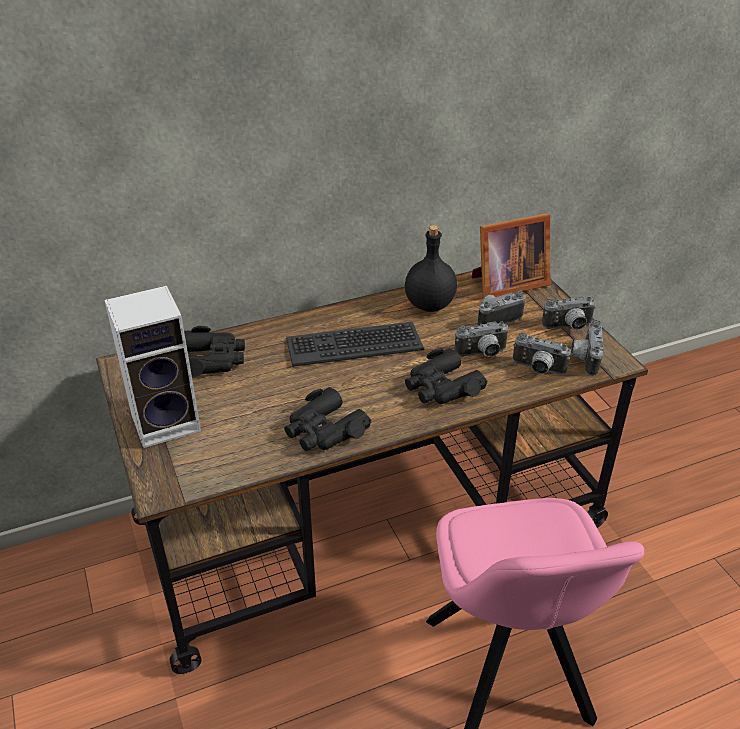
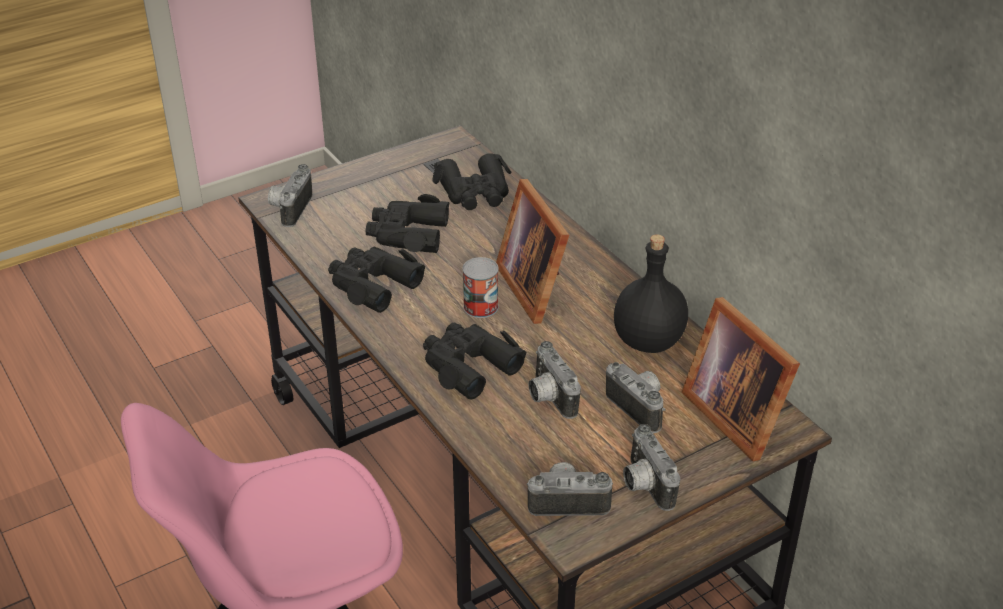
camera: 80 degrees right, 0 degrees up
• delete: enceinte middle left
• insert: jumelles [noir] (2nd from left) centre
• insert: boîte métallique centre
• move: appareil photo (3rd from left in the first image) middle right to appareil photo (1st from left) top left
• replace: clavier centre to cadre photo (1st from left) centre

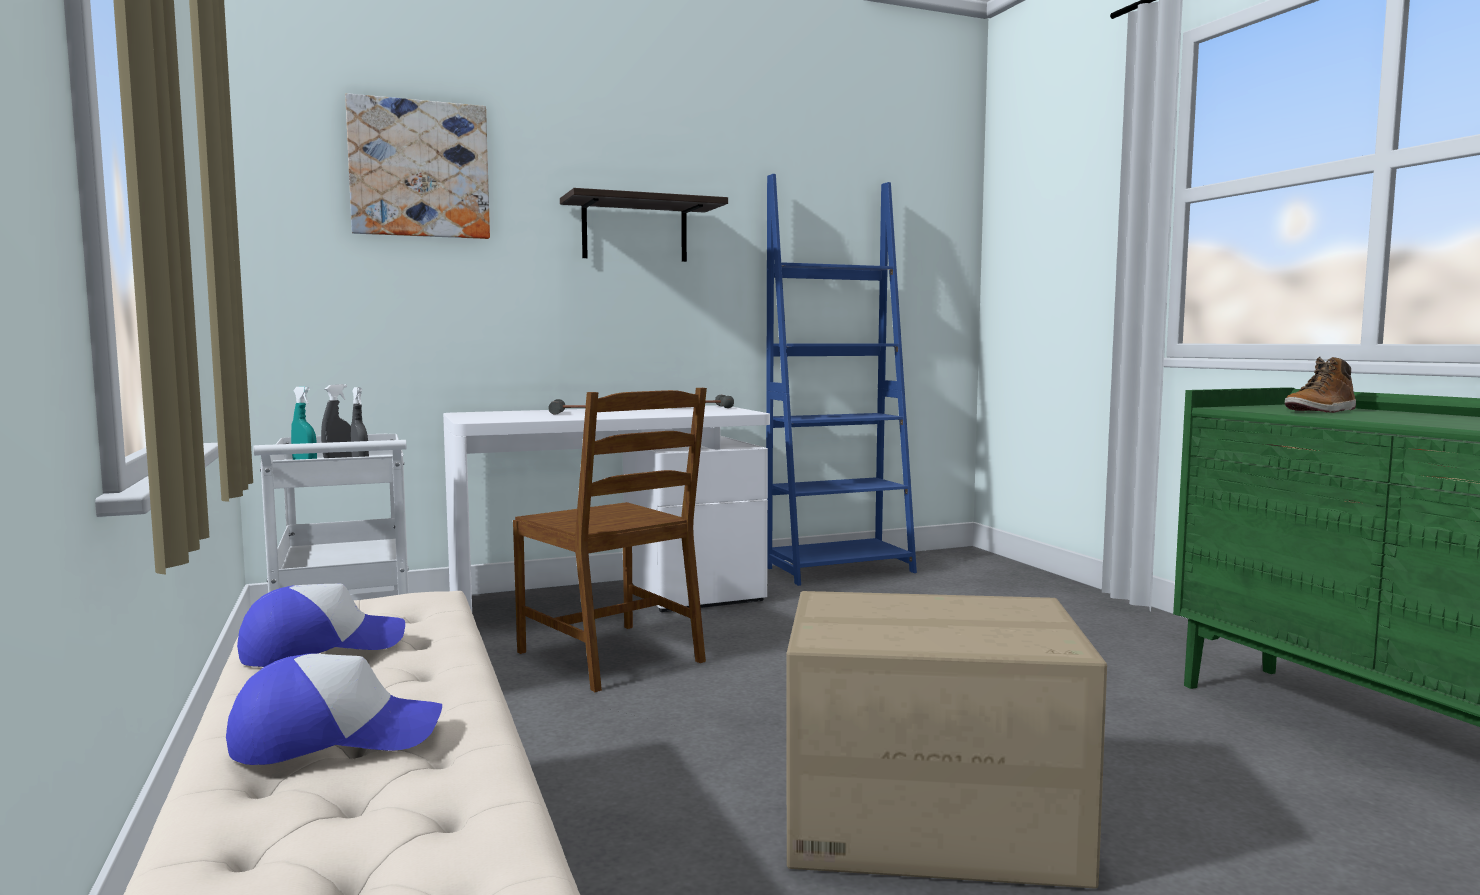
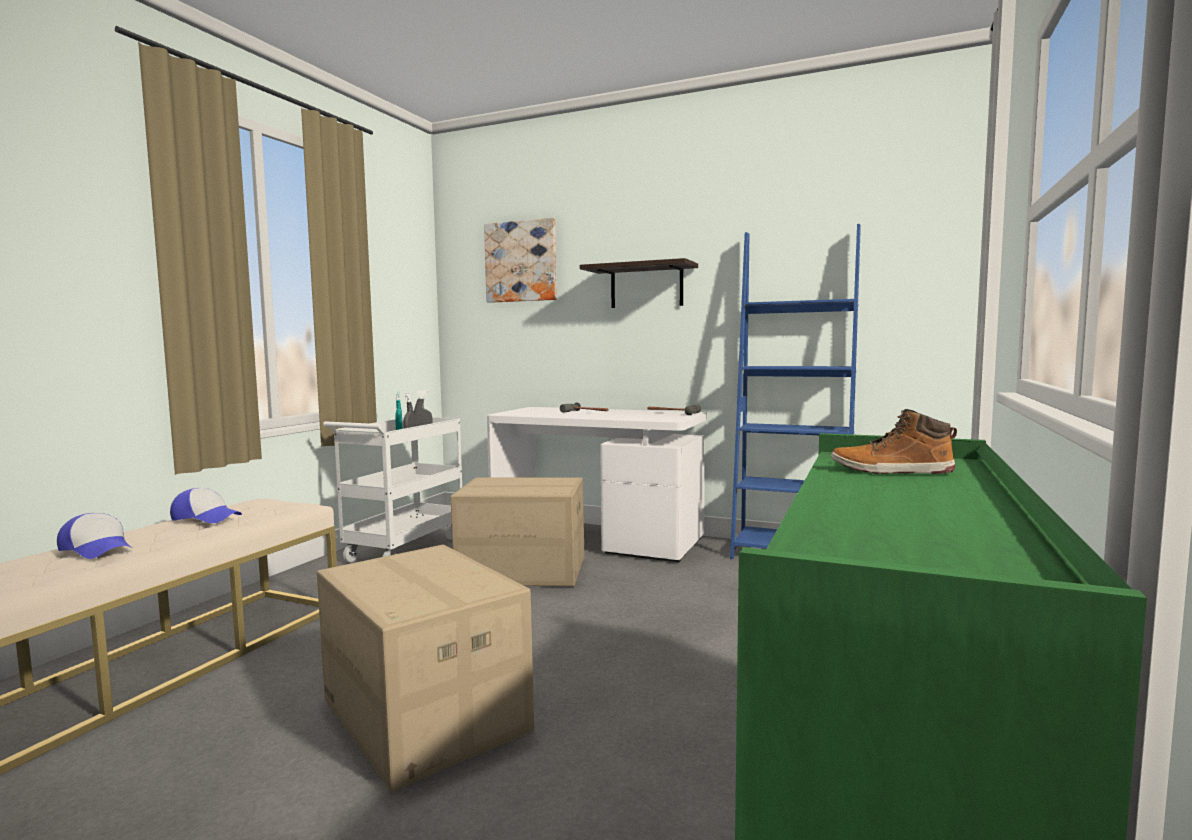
camera: 45 degrees right, 0 degrees up
• replace: chaise [marron] centre to carton (2nd from left) centre

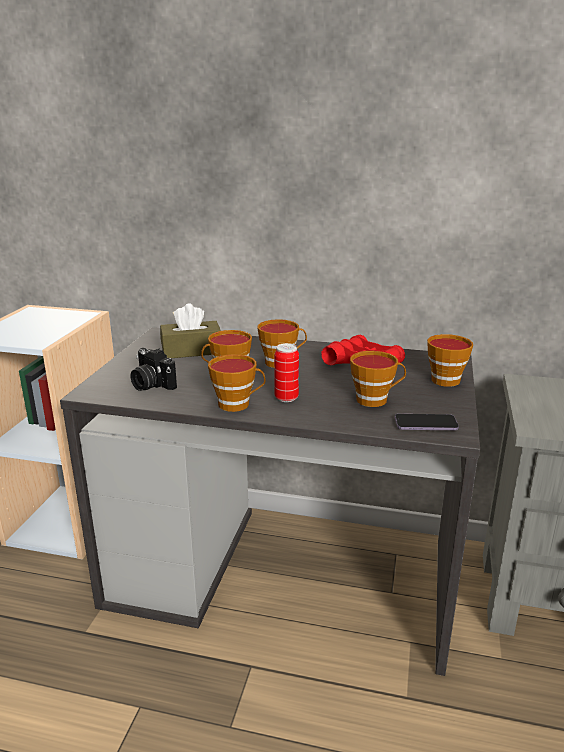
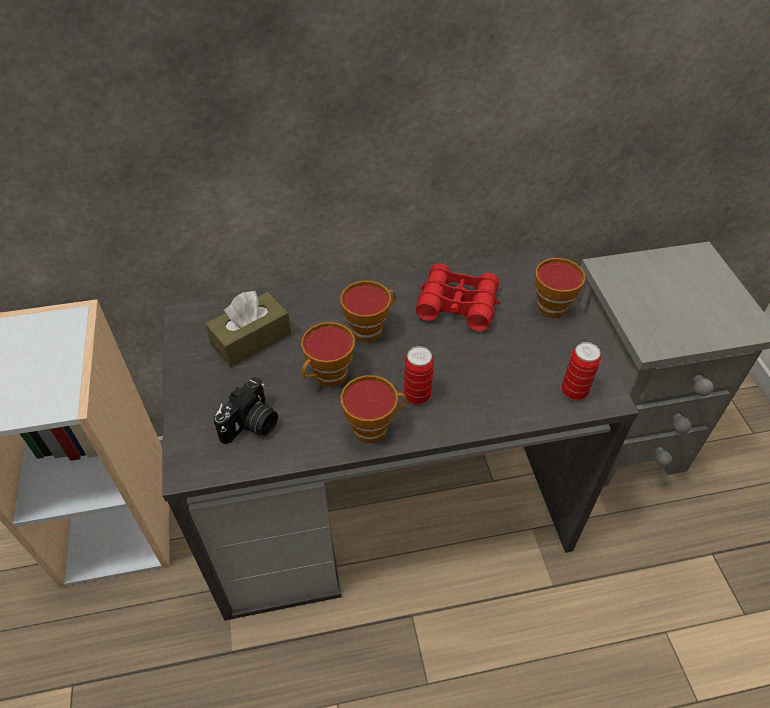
camera: 25 degrees left, 25 degrees up
• delete: tasse (4th from left) middle right
• replace: téléphone middle right to boîte métallique (2nd from left) middle right
• rotate: appareil photo middle left = middle left 75 degrees counterclockwise

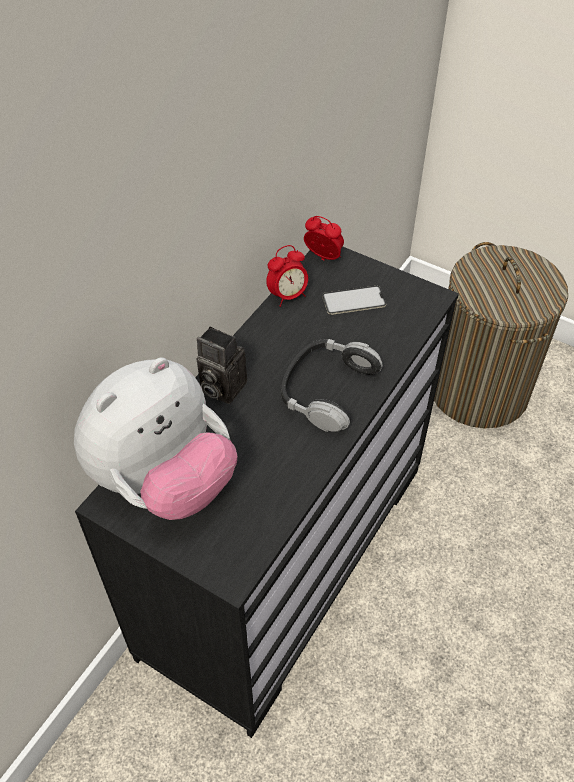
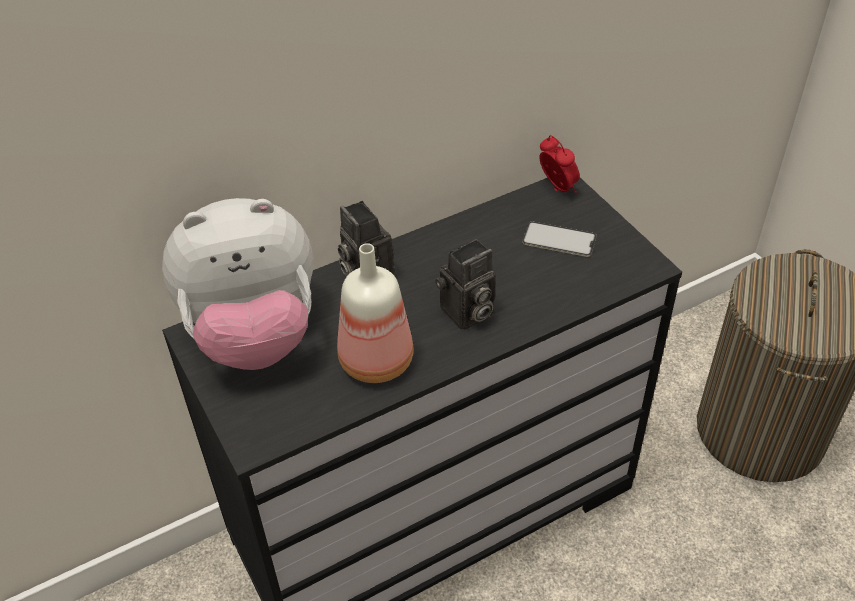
camera: 30 degrees right, 5 degrees down
• delete: réveil (1st from left) centre
• insert: bouteille centre
• replace: casque audio centre to appareil photo (2nd from left) centre

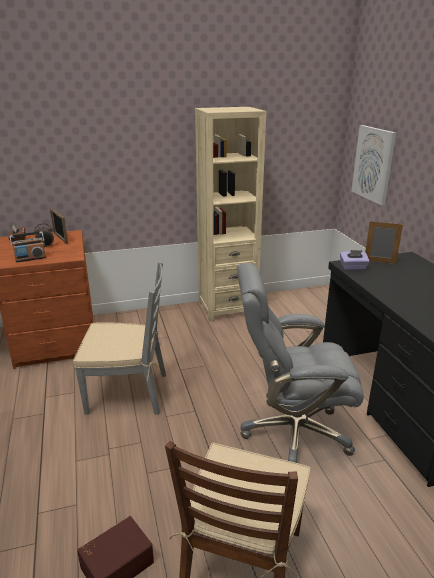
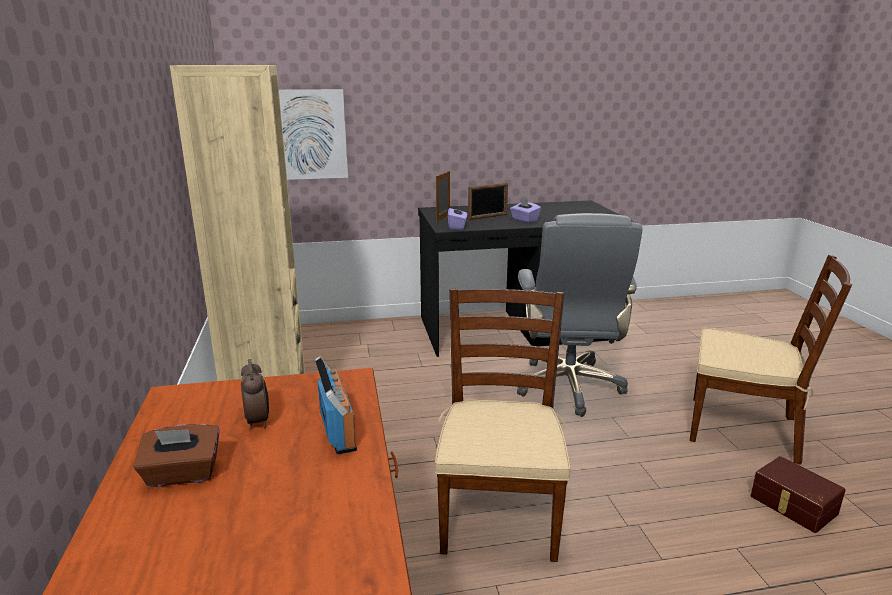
camera: 85 degrees left, 5 degrees down
• insert: boîte à mouchoirs [violet] (2nd from left) centre
• move: cadre photo (1st from left in the first image) middle left to cadre photo (2nd from left) centre
• recolor: chaise [gris] middle left to chaise [marron] (1st from left) bottom centre

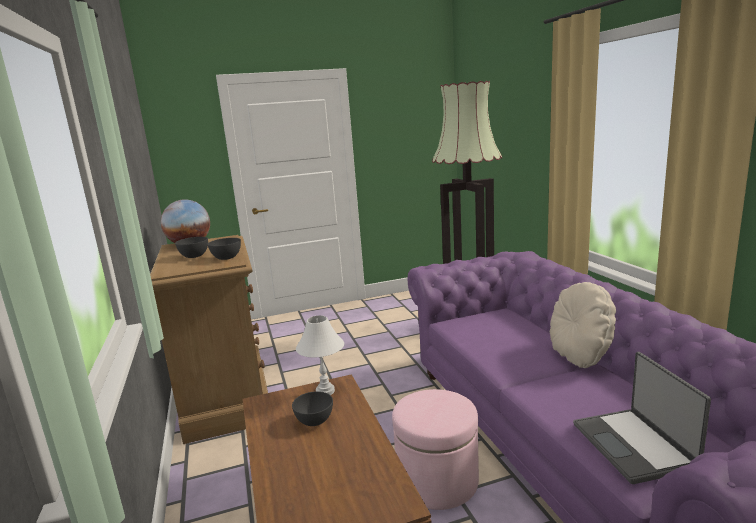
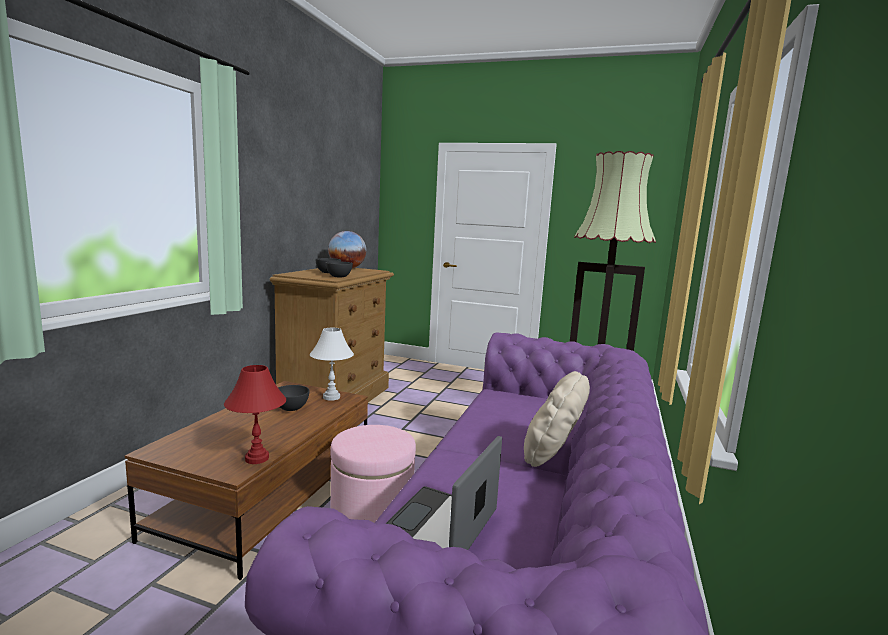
camera: 35 degrees right, 5 degrees down
• insert: lampe de table [rouge] middle left

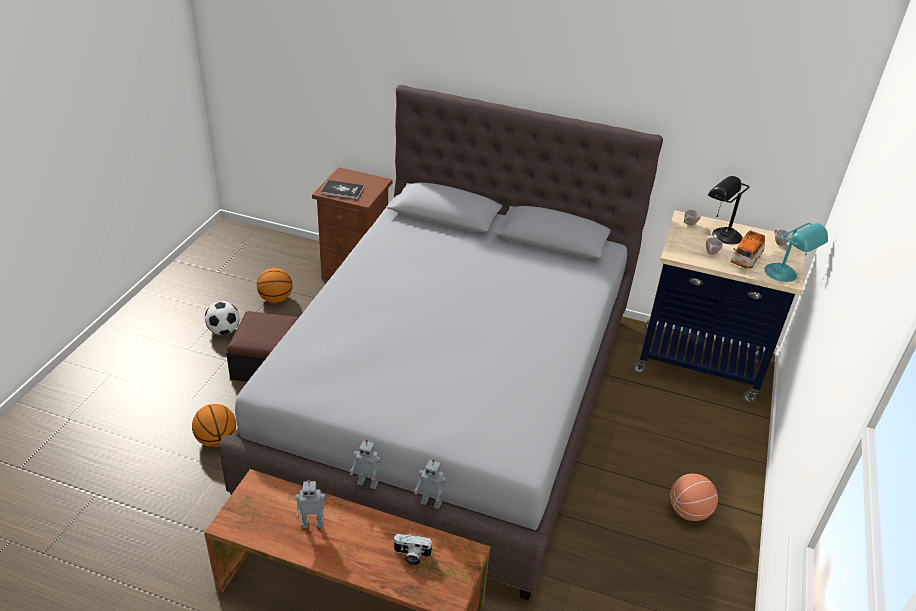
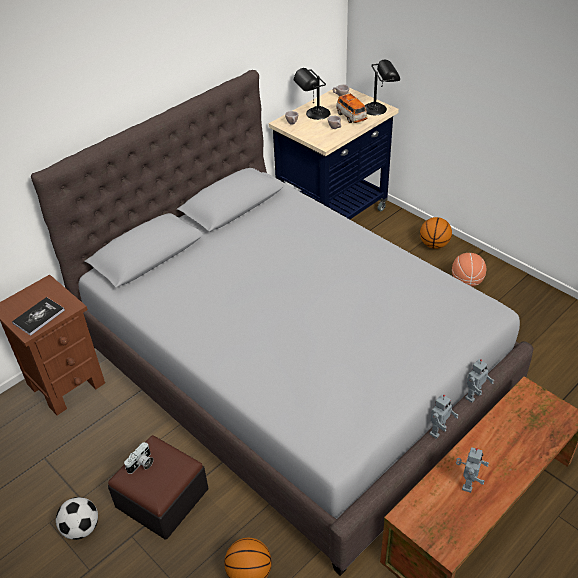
camera: 60 degrees left, 5 degrees up
• move: ballon de basket (2nd from left) middle left to middle right
• move: appareil photo bottom centre to bottom left
• recolor: lampe de table [turquoise] middle right to lampe de table [noir] (2nd from left) top centre

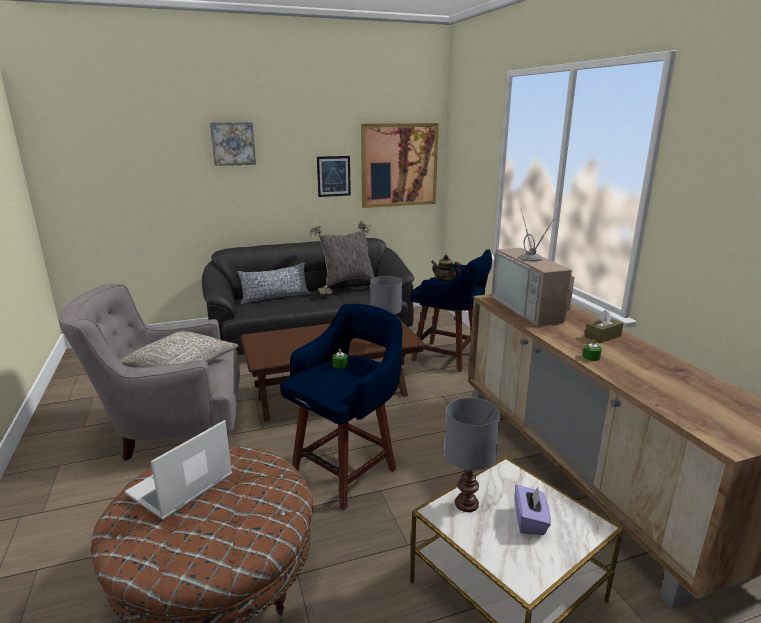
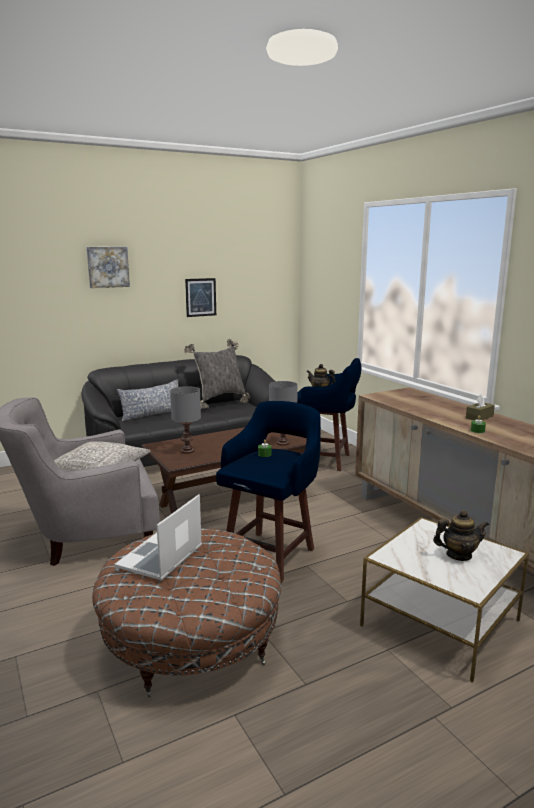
camera: 10 degrees left, 5 degrees down
• delete: tableau (3rd from left) top centre
• delete: téléviseur middle right
• move: lampe de table [gris] (2nd from left in the first image) bottom centre to lampe de table [gris] (1st from left) centre
• replace: boîte à mouchoirs [violet] bottom right to théière (2nd from left) middle right

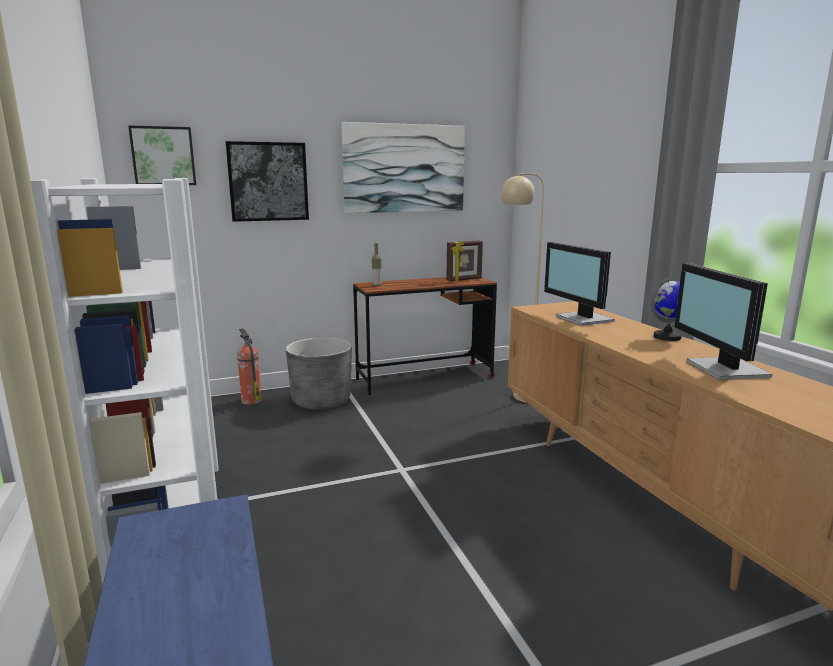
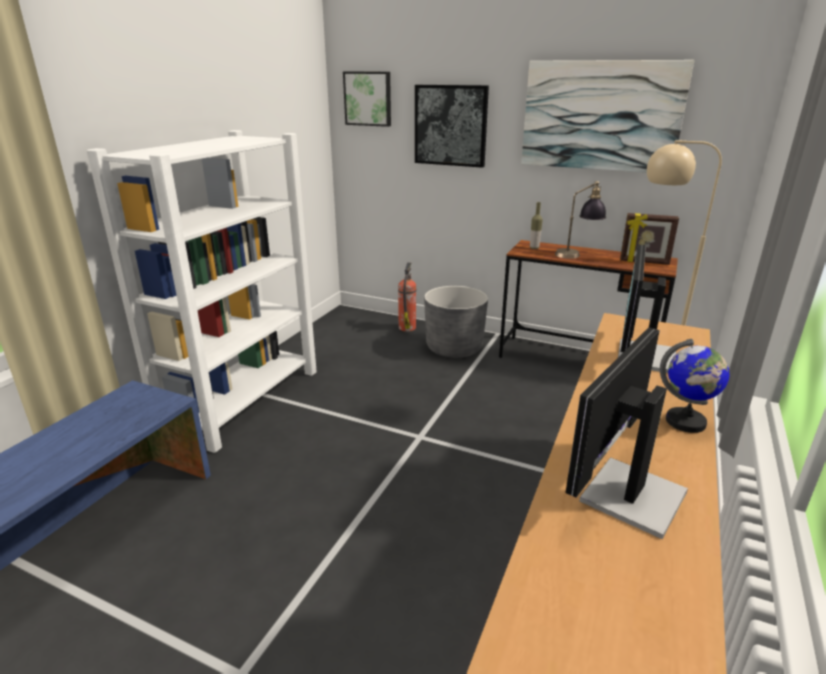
camera: 45 degrees right, 10 degrees up
• insert: lampe de table top right

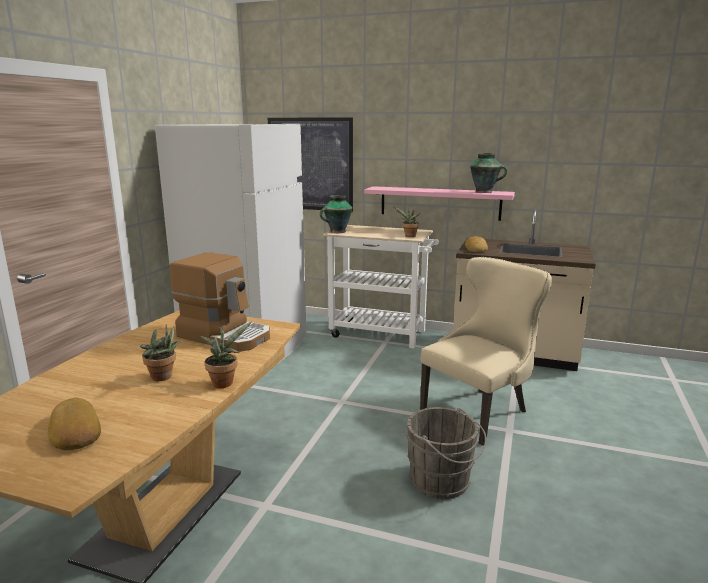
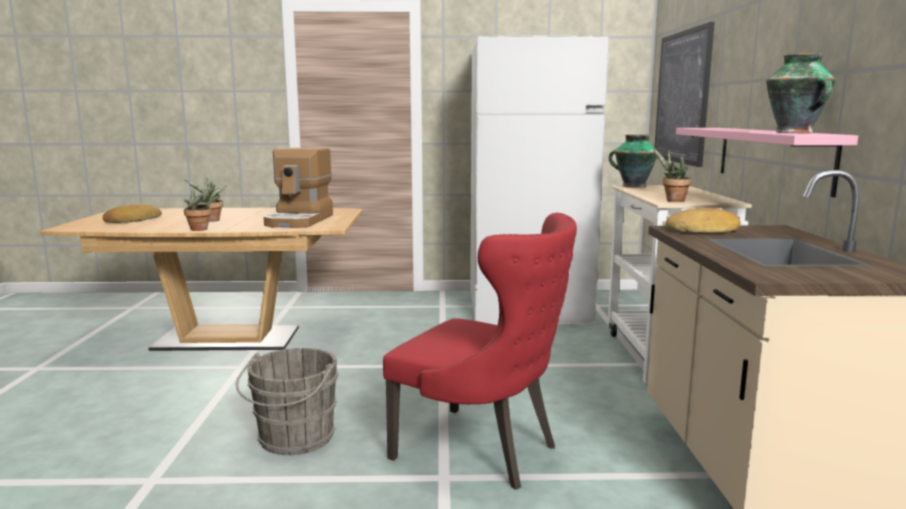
camera: 70 degrees right, 5 degrees down
• recolor: chaise [beige] middle right to chaise [rouge] bottom centre

